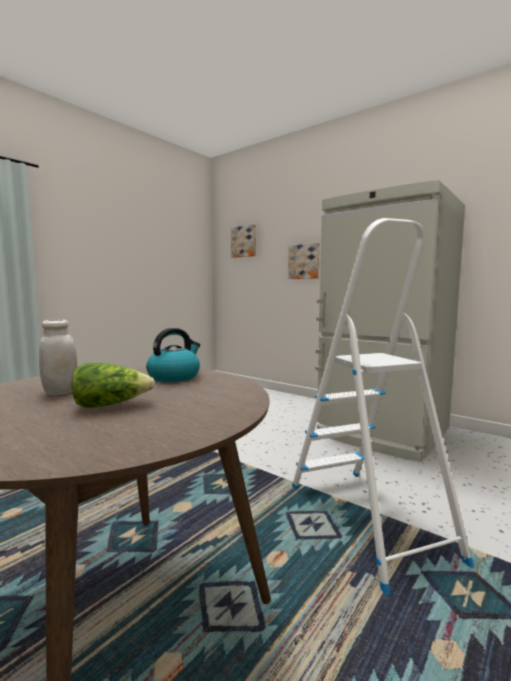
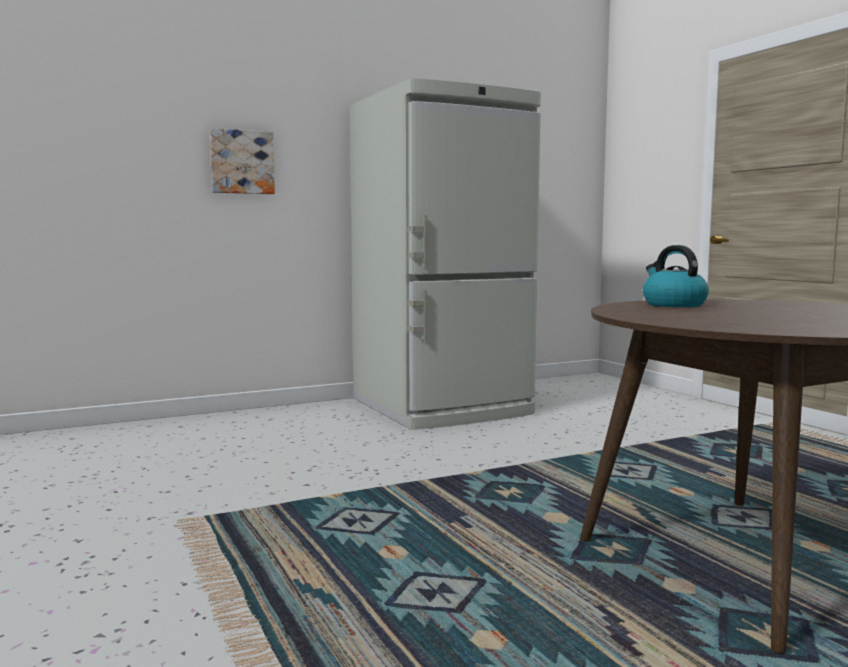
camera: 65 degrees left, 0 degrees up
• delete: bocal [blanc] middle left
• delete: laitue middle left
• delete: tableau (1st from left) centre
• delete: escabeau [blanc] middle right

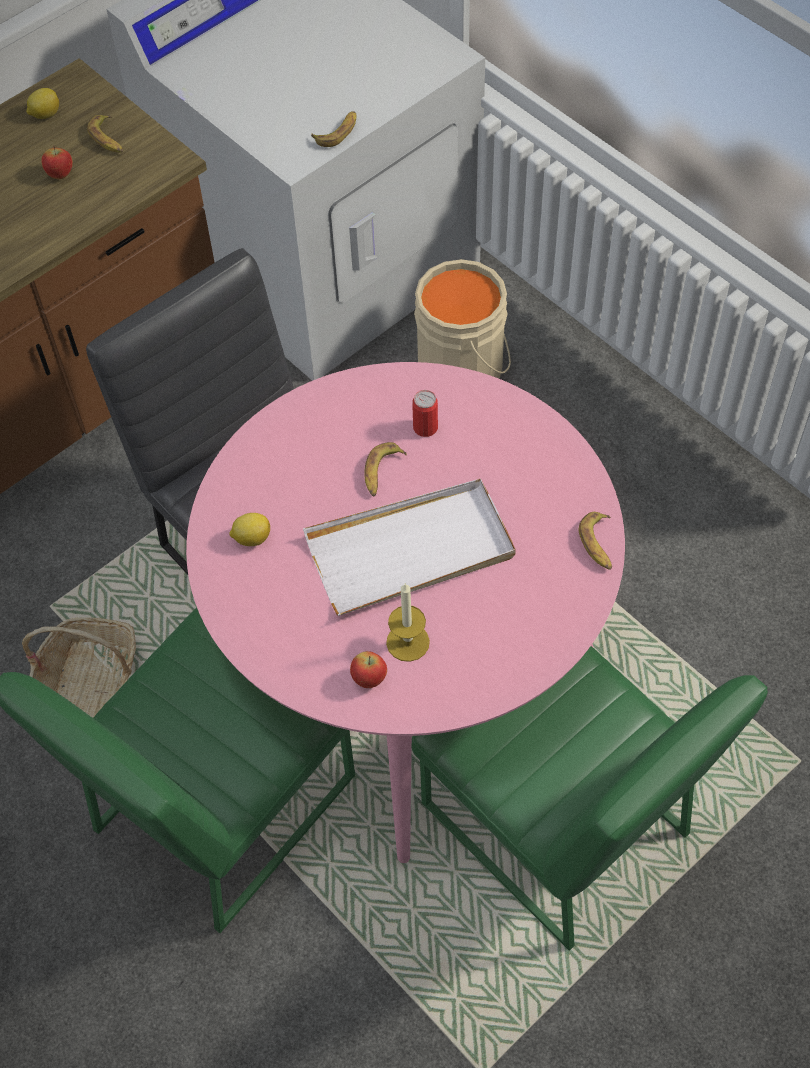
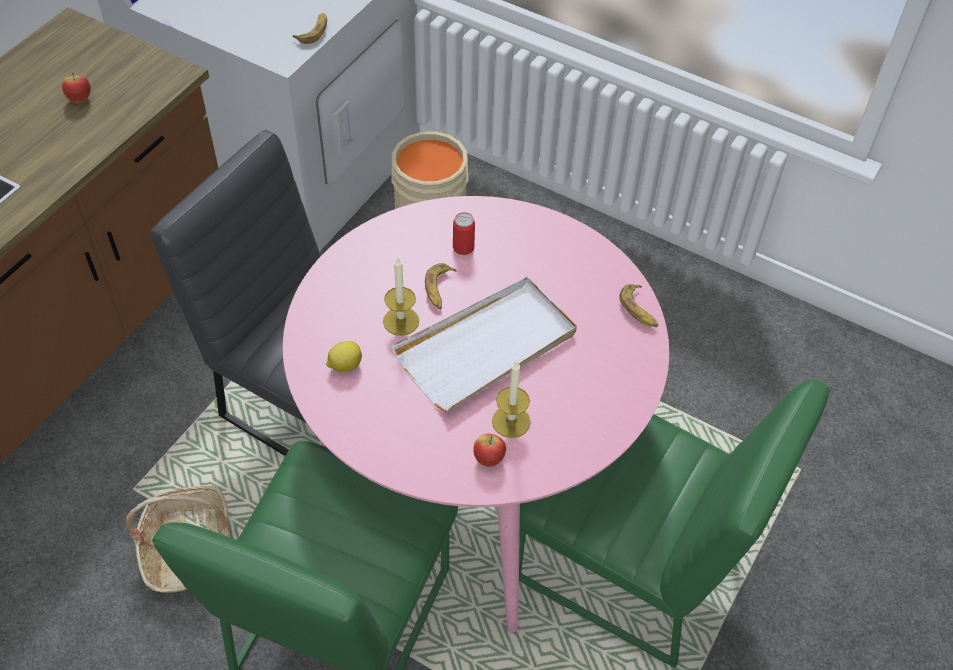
camera: 20 degrees left, 5 degrees down
• delete: citron (1st from left) top left
• delete: banane (1st from left) top left
• insert: bougie (1st from left) centre

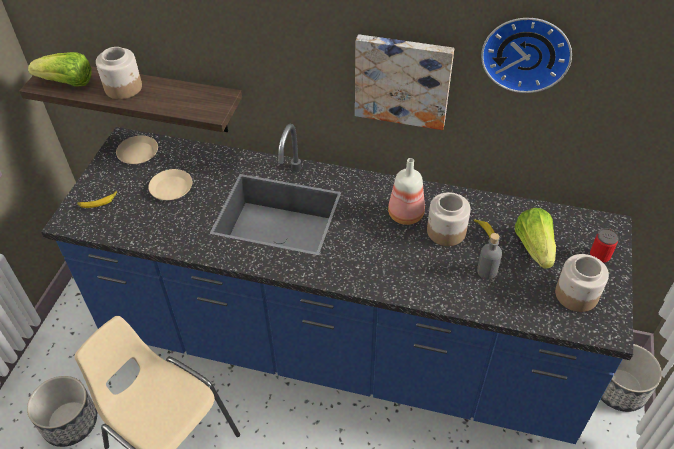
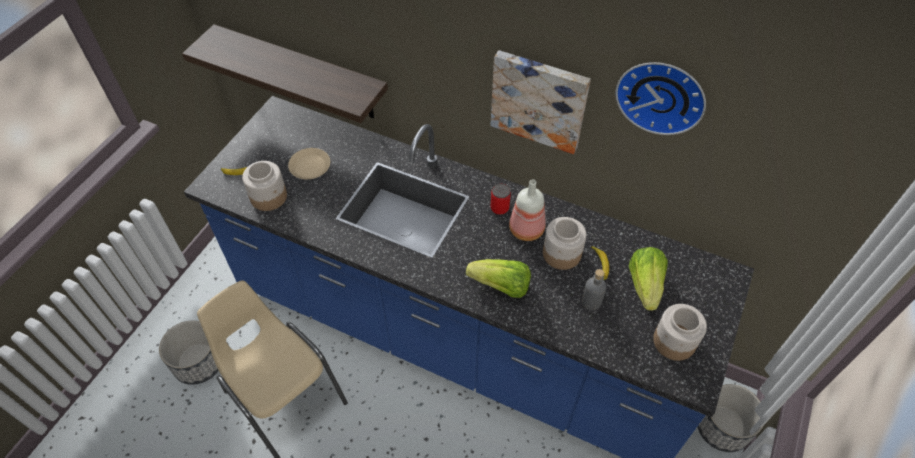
camera: 10 degrees right, 5 degrees up
• delete: assiette [beige] (1st from left) middle left
• move: laitue (1st from left) top left to centre
• move: bocal (1st from left) top left to middle left
• move: boîte métallique middle right to centre

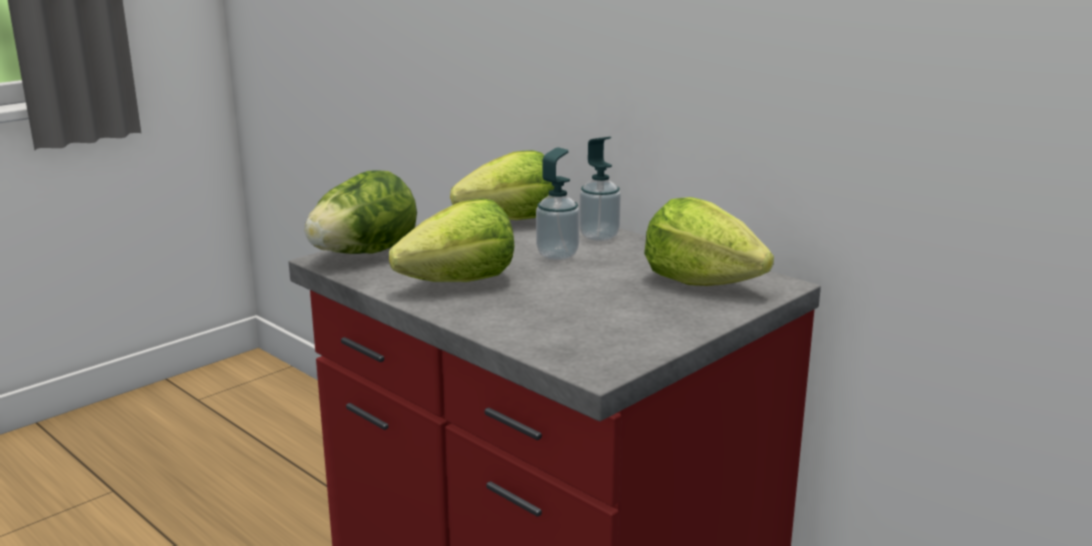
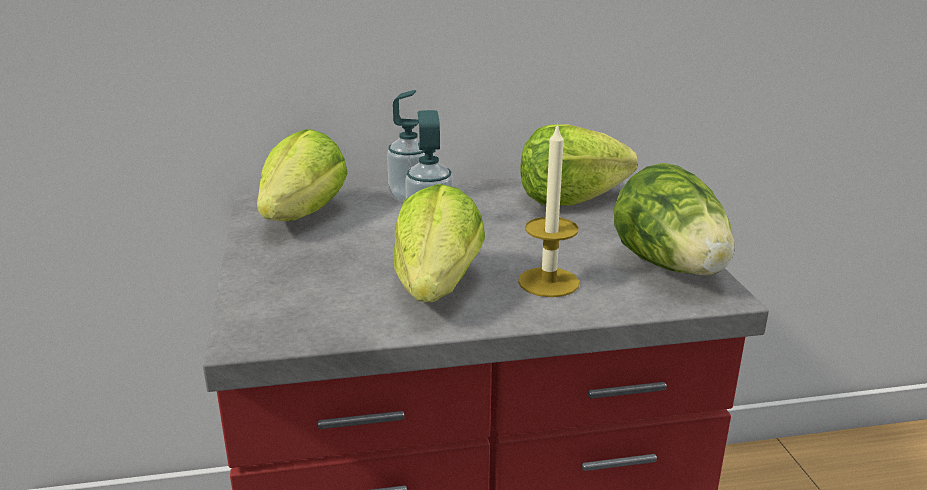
camera: 55 degrees left, 5 degrees up
• insert: bougie centre
• move: laitue (1st from left in the first image) middle left to laitue (4th from left) middle right

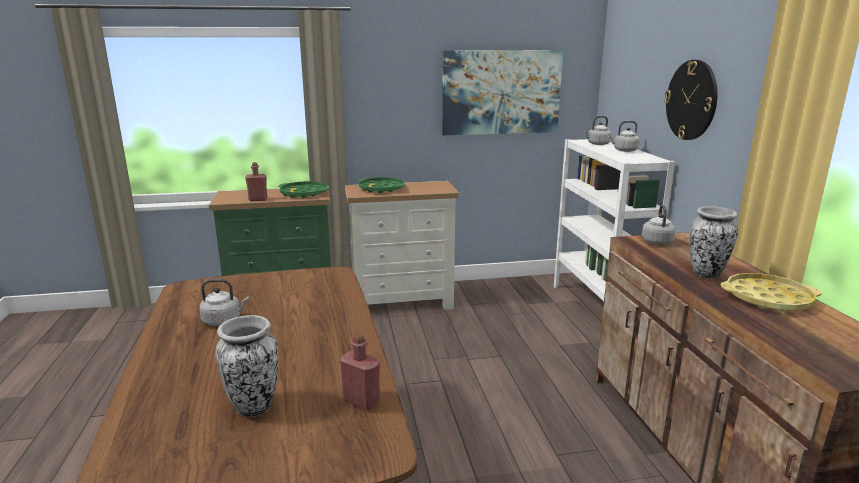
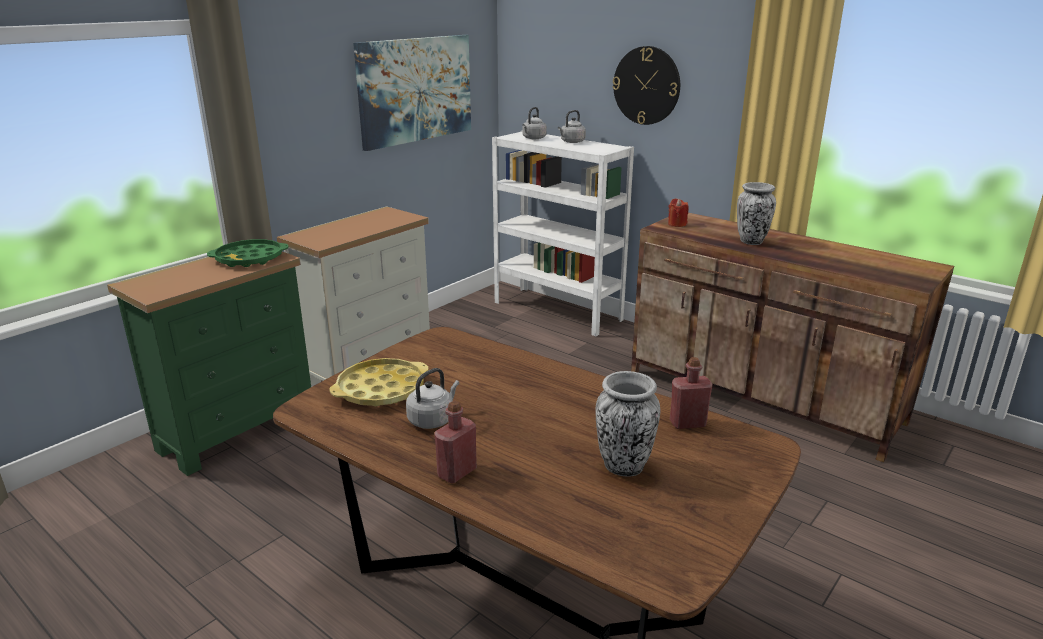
camera: 40 degrees left, 5 degrees up
• delete: plateau [vert] (2nd from left) centre
• move: bouteille [rouge] (1st from left) middle left to bottom centre
• move: plateau [jaune] middle right to centre
• replace: bouilloire [gris] (4th from left) middle right to bougie [rouge] top centre

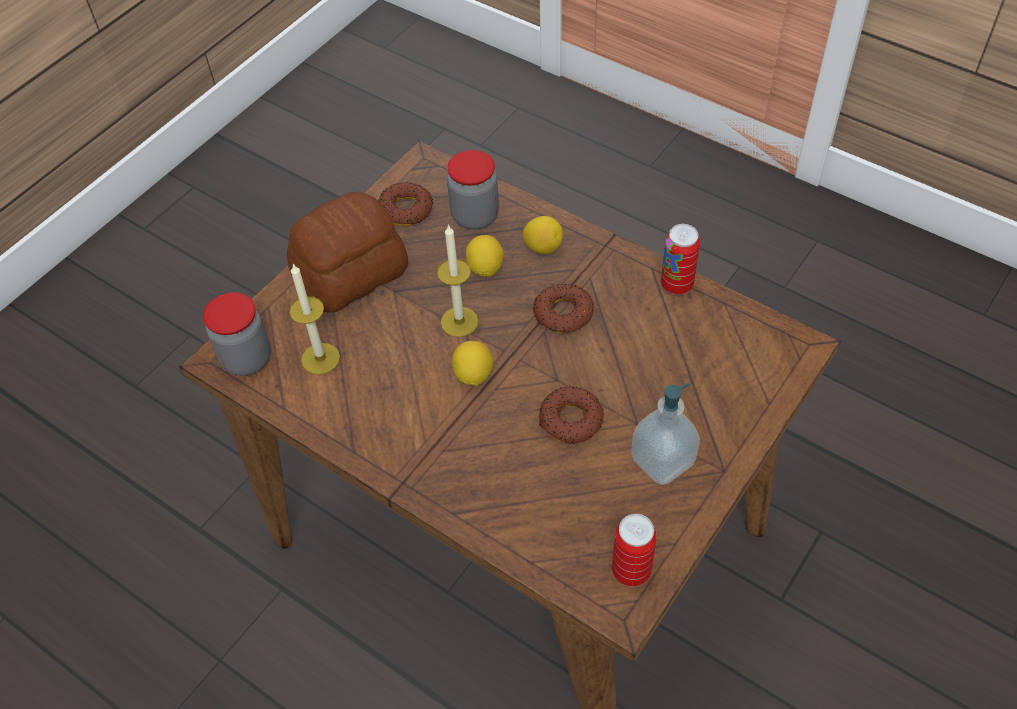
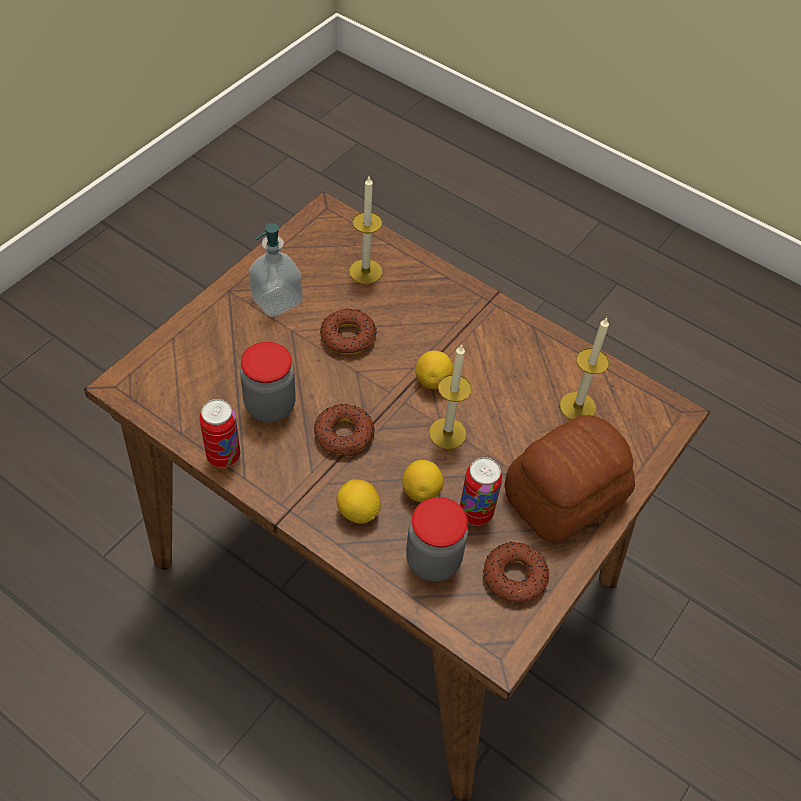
camera: 175 degrees right, 0 degrees up
• insert: bougie (1st from left) top centre
• move: bocal (1st from left) middle left to centre
• move: boîte métallique (1st from left in the first image) bottom centre to boîte métallique (2nd from left) centre

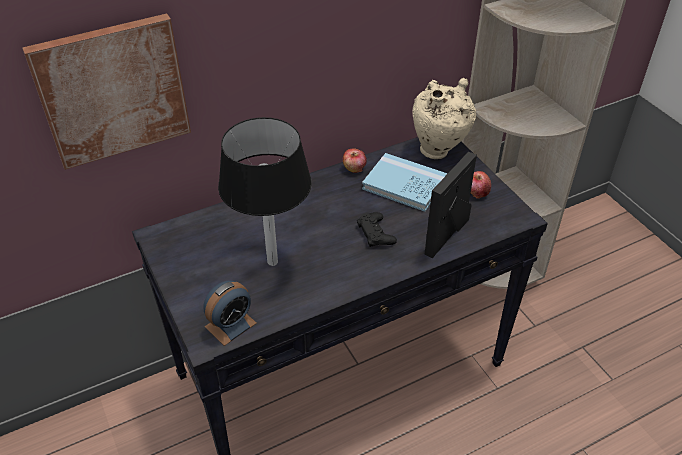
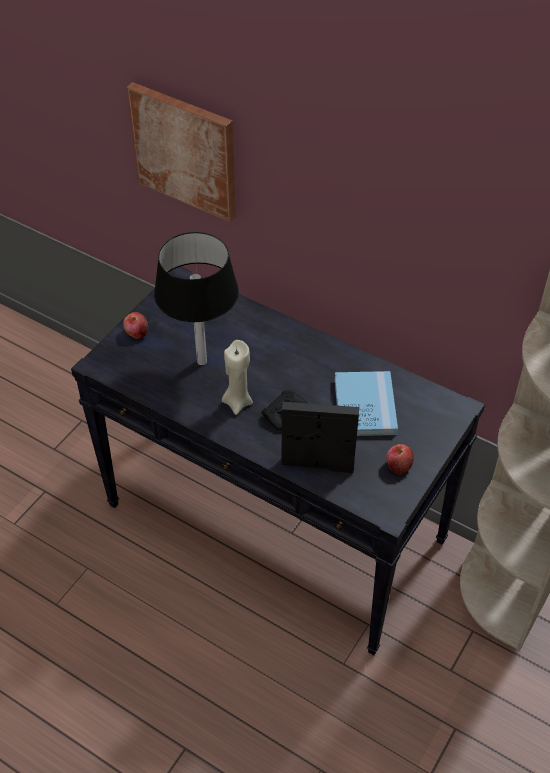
camera: 60 degrees right, 5 degrees up
• delete: réveil bottom centre
• delete: vase [beige] top centre
• insert: bougie [beige] centre
• move: pomme (1st from left) centre to middle left

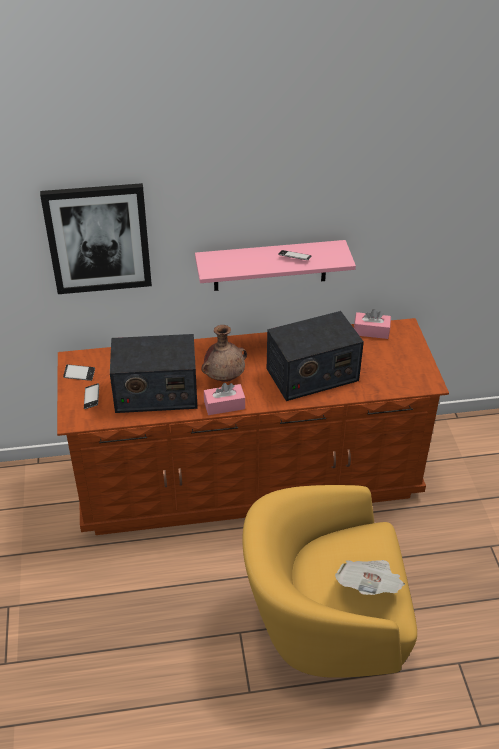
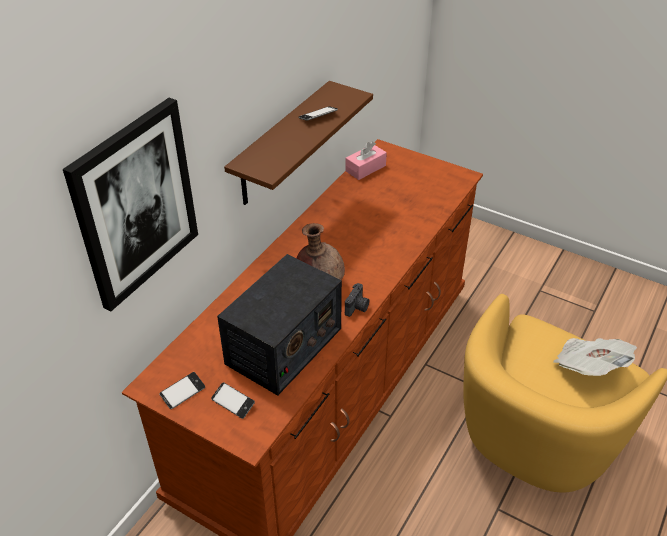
camera: 50 degrees left, 0 degrees up
• delete: radio (2nd from left) centre
• replace: boîte à mouchoirs [rose] (1st from left) centre to appareil photo centre
• recolor: étagère [rose] centre to étagère [marron] top centre

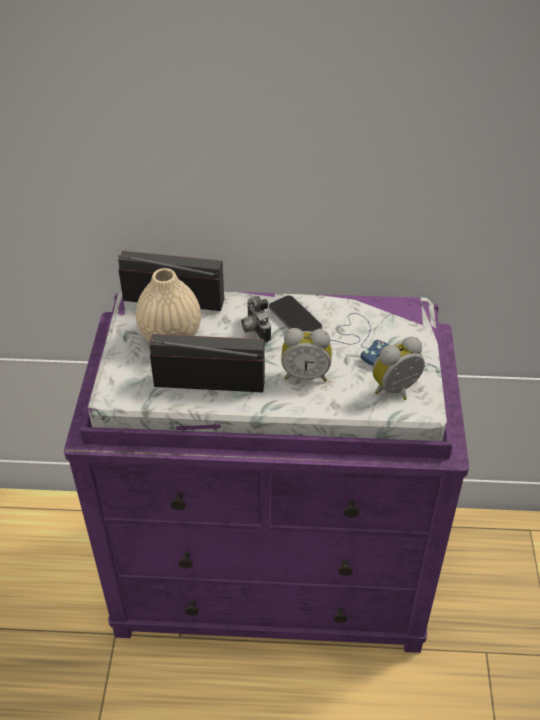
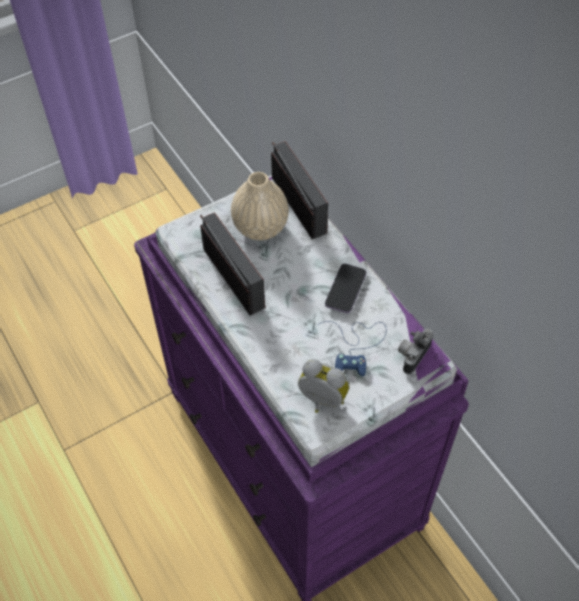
camera: 55 degrees right, 10 degrees up
• delete: réveil (1st from left) centre
• move: appareil photo centre to middle right

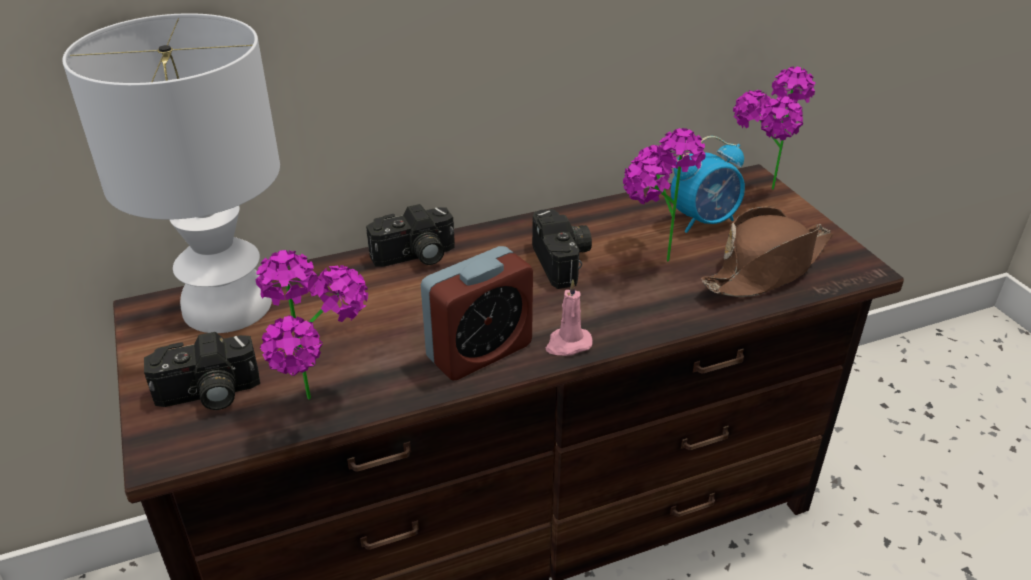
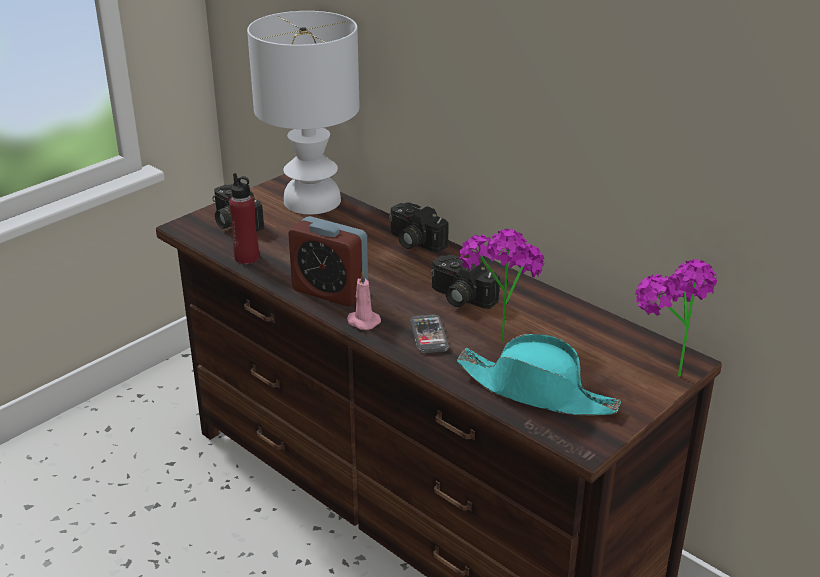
camera: 65 degrees right, 5 degrees down
• delete: réveil (2nd from left) top right
• insert: téléphone centre
• replace: plante en pot (1st from left) middle left to bouteille [rouge] middle left
• recolor: chapeau [marron] middle right to chapeau [turquoise] centre
• rotate: appareil photo (3rd from left) centre = centre 75 degrees clockwise

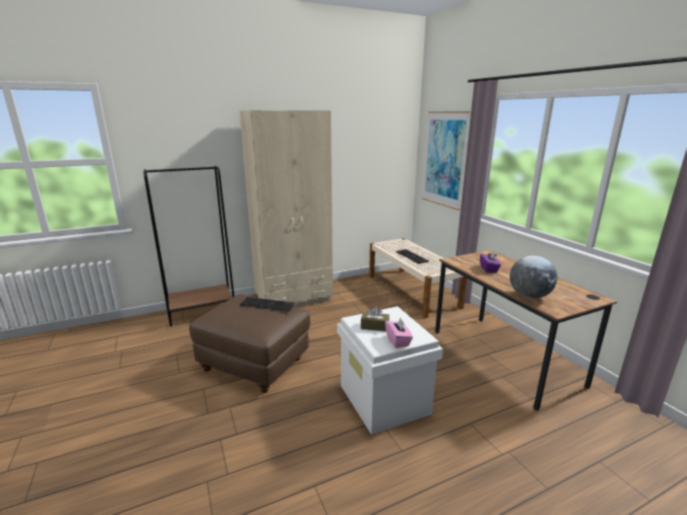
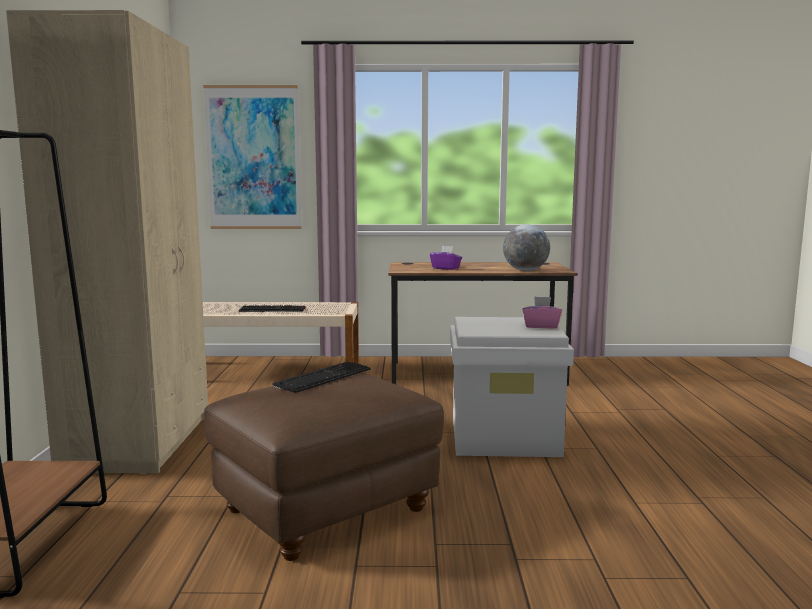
camera: 65 degrees left, 10 degrees down
• delete: boîte à mouchoirs [marron] centre

